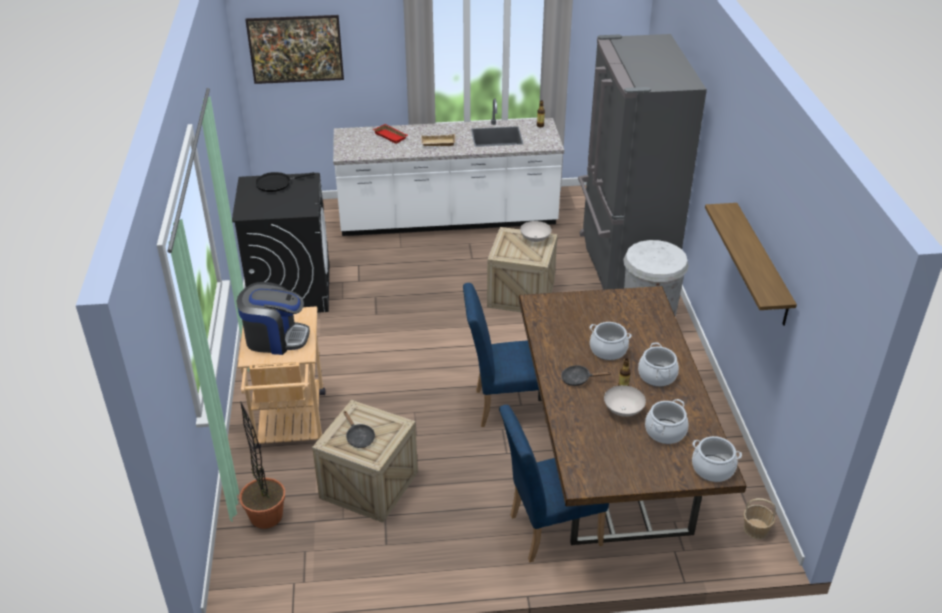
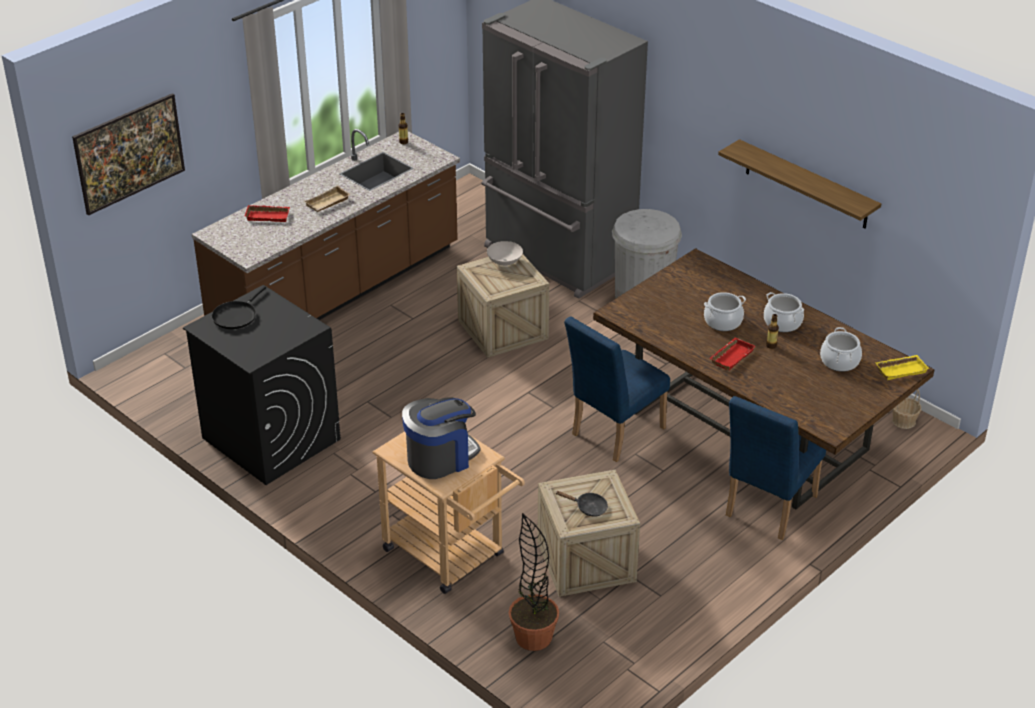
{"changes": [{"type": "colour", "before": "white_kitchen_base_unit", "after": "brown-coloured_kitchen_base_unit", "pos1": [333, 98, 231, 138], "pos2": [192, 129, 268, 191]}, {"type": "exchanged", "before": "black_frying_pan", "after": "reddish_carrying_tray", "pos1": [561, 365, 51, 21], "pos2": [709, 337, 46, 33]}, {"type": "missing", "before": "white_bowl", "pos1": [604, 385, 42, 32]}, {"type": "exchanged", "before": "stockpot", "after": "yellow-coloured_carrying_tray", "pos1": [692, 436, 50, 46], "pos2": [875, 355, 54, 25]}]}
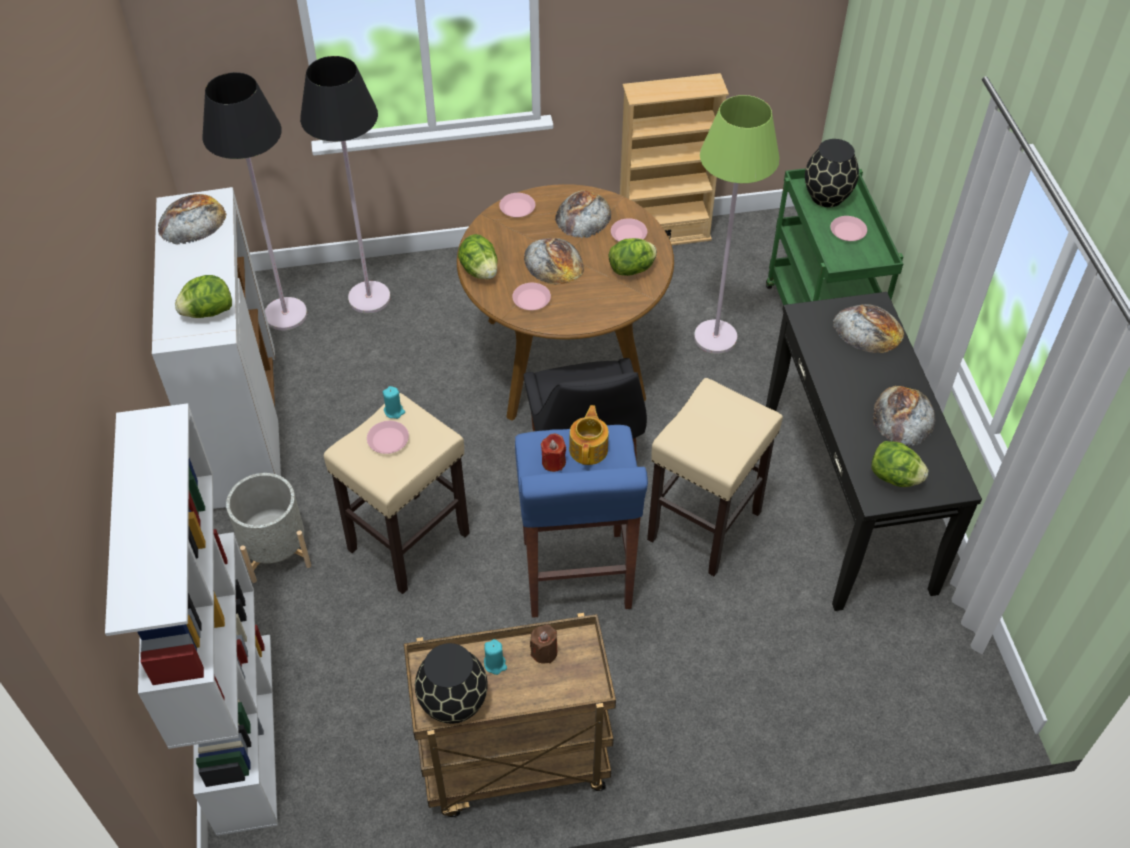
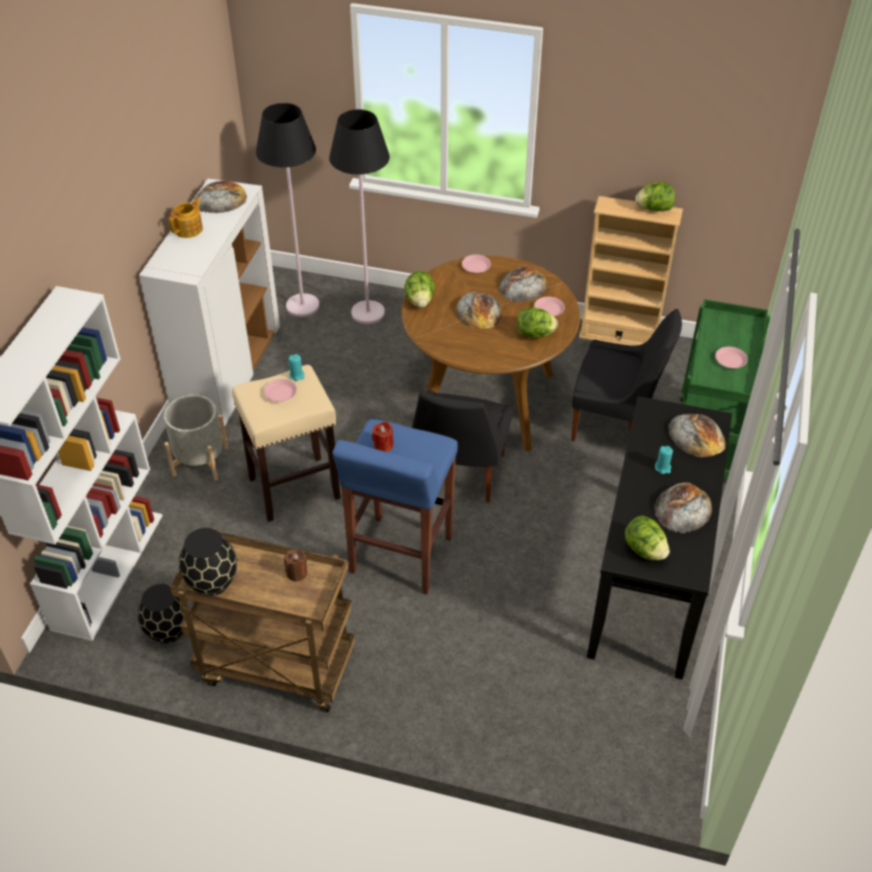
{"changes": [{"type": "exchanged", "before": "green-coloured_standing_lamp", "after": "black_plain_chair", "pos1": [694, 95, 86, 259], "pos2": [571, 309, 111, 132]}, {"type": "relocated", "before": "black_decorative_vase", "pos1": [805, 139, 54, 68], "pos2": [138, 584, 47, 59]}, {"type": "relocated", "before": "lettuce_head", "pos1": [175, 275, 57, 43], "pos2": [635, 182, 40, 29]}, {"type": "missing", "before": "pink-coloured_flat_dish", "pos1": [512, 283, 39, 27]}, {"type": "missing", "before": "beige-coloured_sitting_stool", "pos1": [647, 378, 136, 198]}, {"type": "relocated", "before": "teapot", "pos1": [569, 405, 40, 60], "pos2": [169, 198, 34, 40]}, {"type": "relocated", "before": "turquoise_candle", "pos1": [484, 639, 23, 36], "pos2": [655, 446, 18, 28]}]}
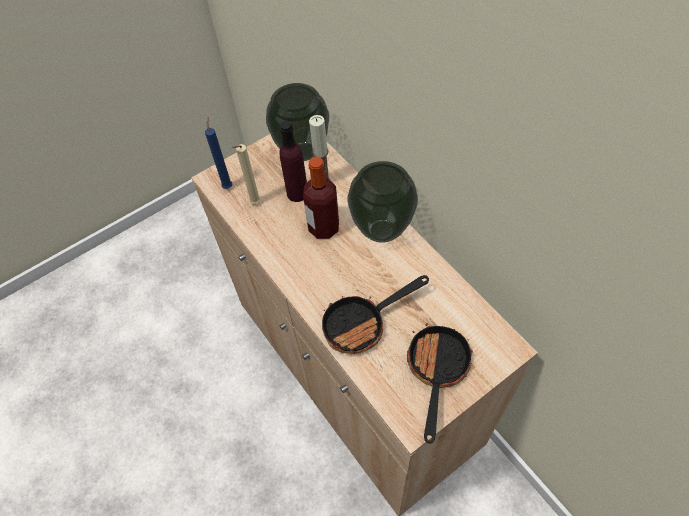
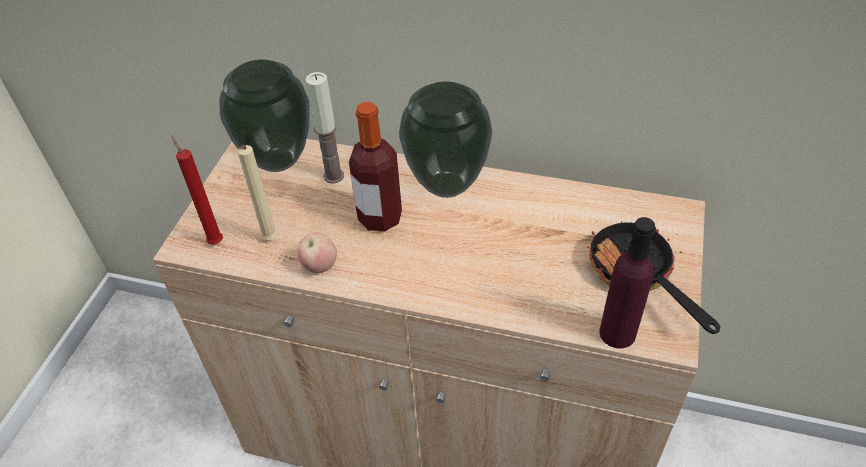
{"changes": [{"type": "colour", "before": "blue-coloured_candle", "after": "reddish_candle", "pos1": [205, 117, 27, 72], "pos2": [171, 135, 52, 109]}, {"type": "relocated", "before": "purple_drink_bottle", "pos1": [280, 121, 27, 81], "pos2": [599, 217, 57, 132]}, {"type": "missing", "before": "frying_pan", "pos1": [322, 275, 107, 79]}, {"type": "appeared", "after": "apple", "pos2": [297, 233, 40, 40]}]}
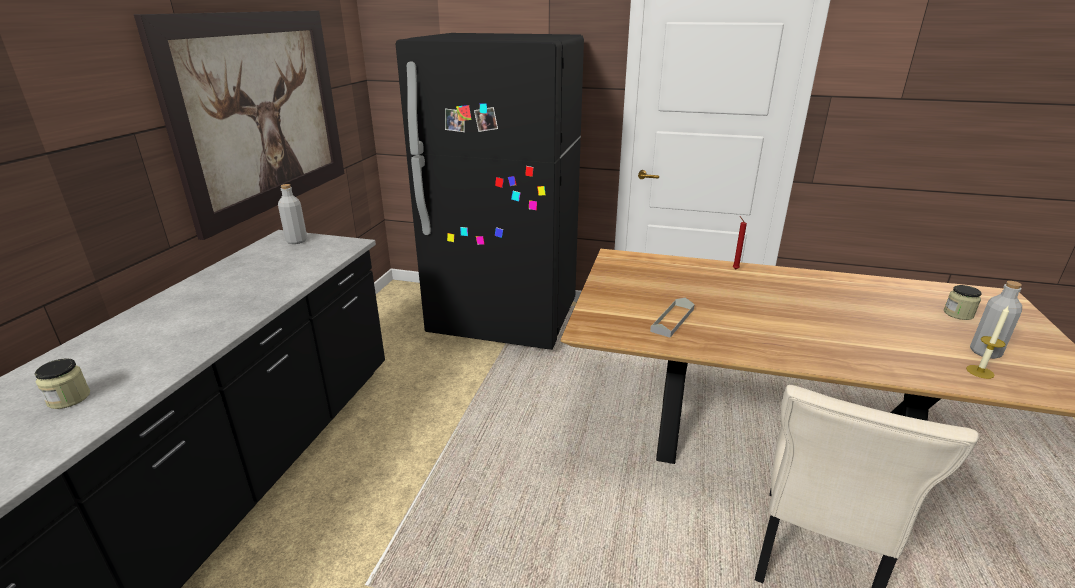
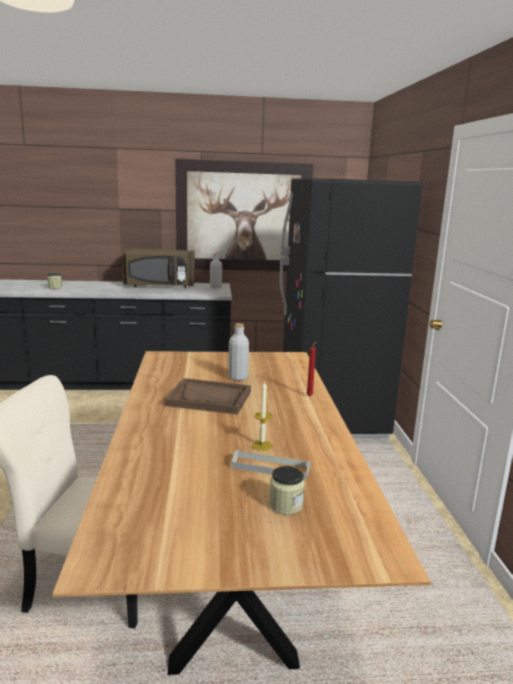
{"changes": [{"type": "relocated", "before": "greyish_drink_bottle", "pos1": [970, 281, 52, 78], "pos2": [228, 323, 21, 58]}, {"type": "relocated", "before": "greyish_carrying_tray", "pos1": [650, 298, 44, 39], "pos2": [231, 450, 79, 30]}, {"type": "relocated", "before": "candle", "pos1": [966, 306, 43, 73], "pos2": [252, 382, 21, 69]}, {"type": "appeared", "after": "brown-coloured_microwave_oven", "pos2": [122, 249, 73, 39]}, {"type": "appeared", "after": "brown-coloured_carrying_tray", "pos2": [164, 378, 87, 37]}]}
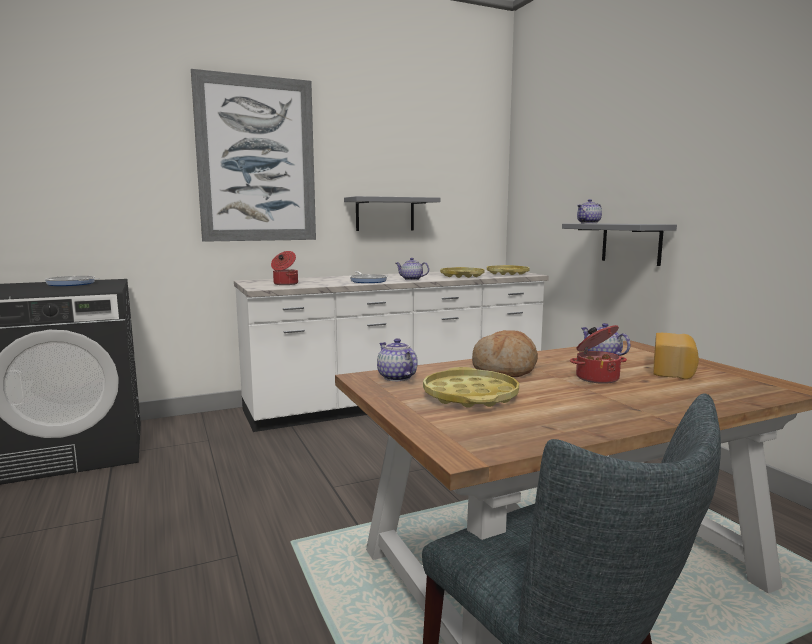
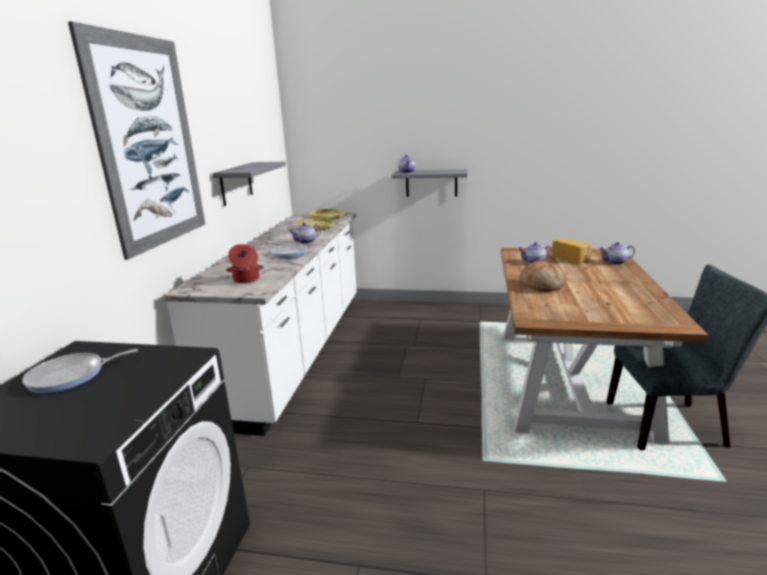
{"changes": [{"type": "missing", "before": "stockpot", "pos1": [570, 325, 57, 59]}, {"type": "relocated", "before": "teapot", "pos1": [377, 338, 41, 43], "pos2": [599, 242, 36, 23]}, {"type": "missing", "before": "yellow-coloured_carrying_tray", "pos1": [423, 367, 96, 41]}]}
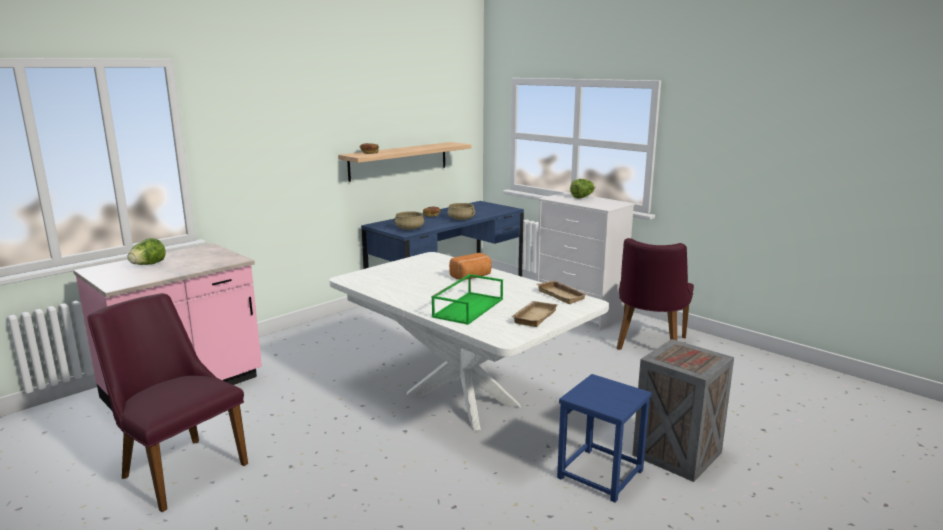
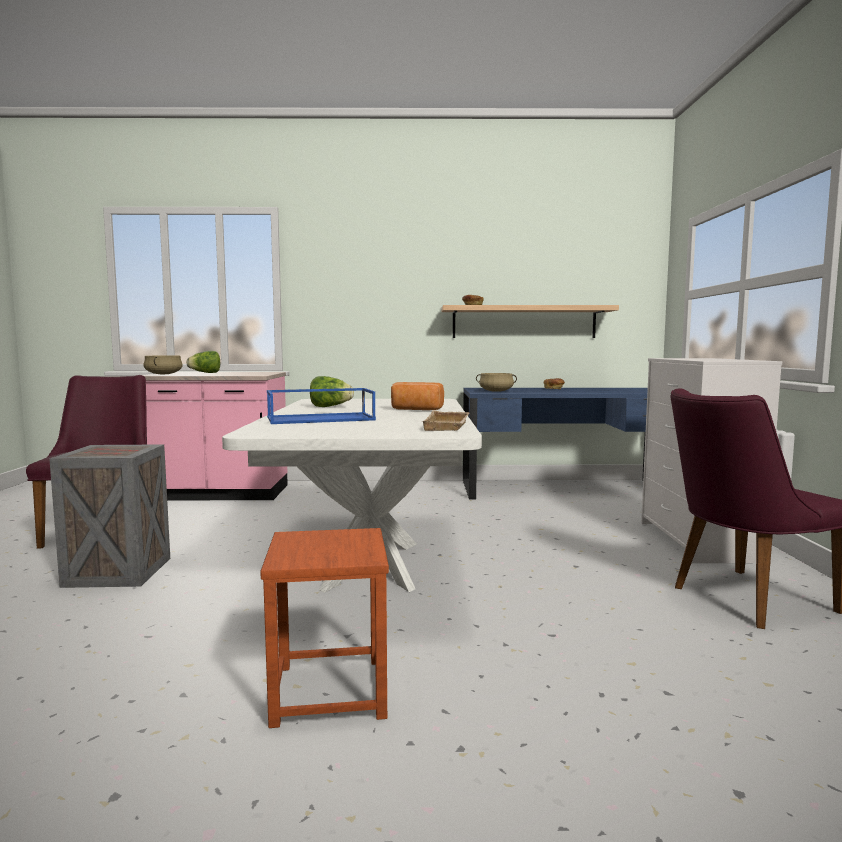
{"changes": [{"type": "relocated", "before": "lettuce_head", "pos1": [570, 179, 25, 19], "pos2": [310, 376, 44, 31]}, {"type": "relocated", "before": "beige-coloured_stockpot", "pos1": [448, 203, 27, 17], "pos2": [144, 355, 39, 20]}, {"type": "colour", "before": "green-coloured_carrying_tray", "after": "blue-coloured_carrying_tray", "pos1": [432, 274, 71, 51], "pos2": [267, 388, 109, 36]}, {"type": "missing", "before": "beige-coloured_carrying_tray", "pos1": [511, 301, 47, 26]}, {"type": "relocated", "before": "packing_crate", "pos1": [632, 339, 102, 143], "pos2": [49, 444, 121, 144]}, {"type": "colour", "before": "blue-coloured_sitting_stool", "after": "brown-coloured_sitting_stool", "pos1": [557, 374, 95, 128], "pos2": [260, 528, 129, 200]}]}
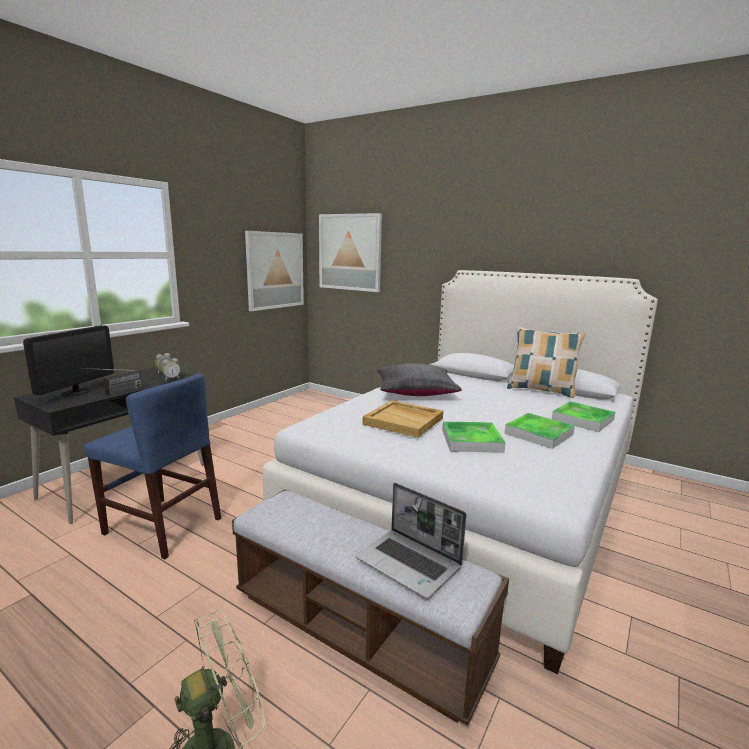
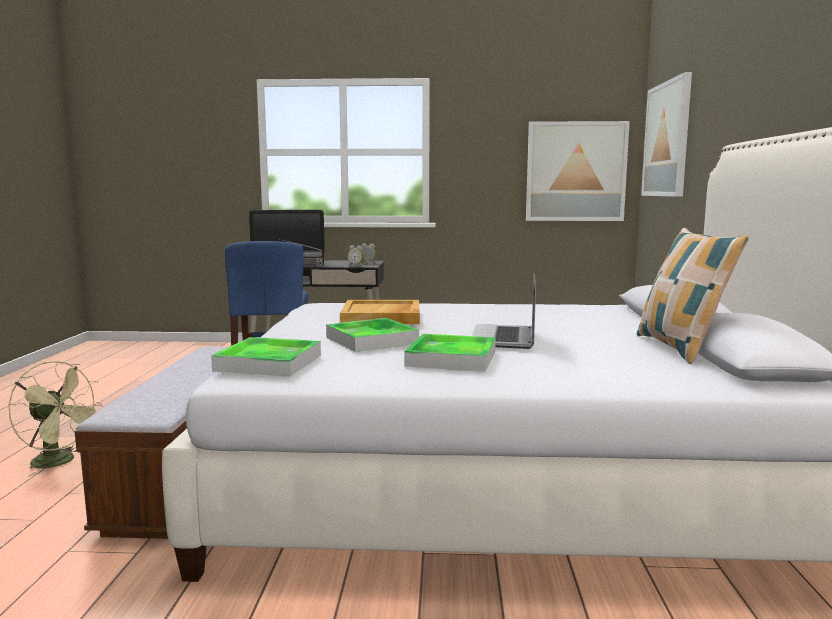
{"changes": [{"type": "missing", "before": "black_pillow", "pos1": [376, 363, 86, 33]}, {"type": "relocated", "before": "carrying_tray", "pos1": [552, 401, 63, 31], "pos2": [211, 337, 110, 40]}, {"type": "relocated", "before": "portable_computer", "pos1": [356, 483, 110, 116], "pos2": [472, 274, 64, 75]}]}
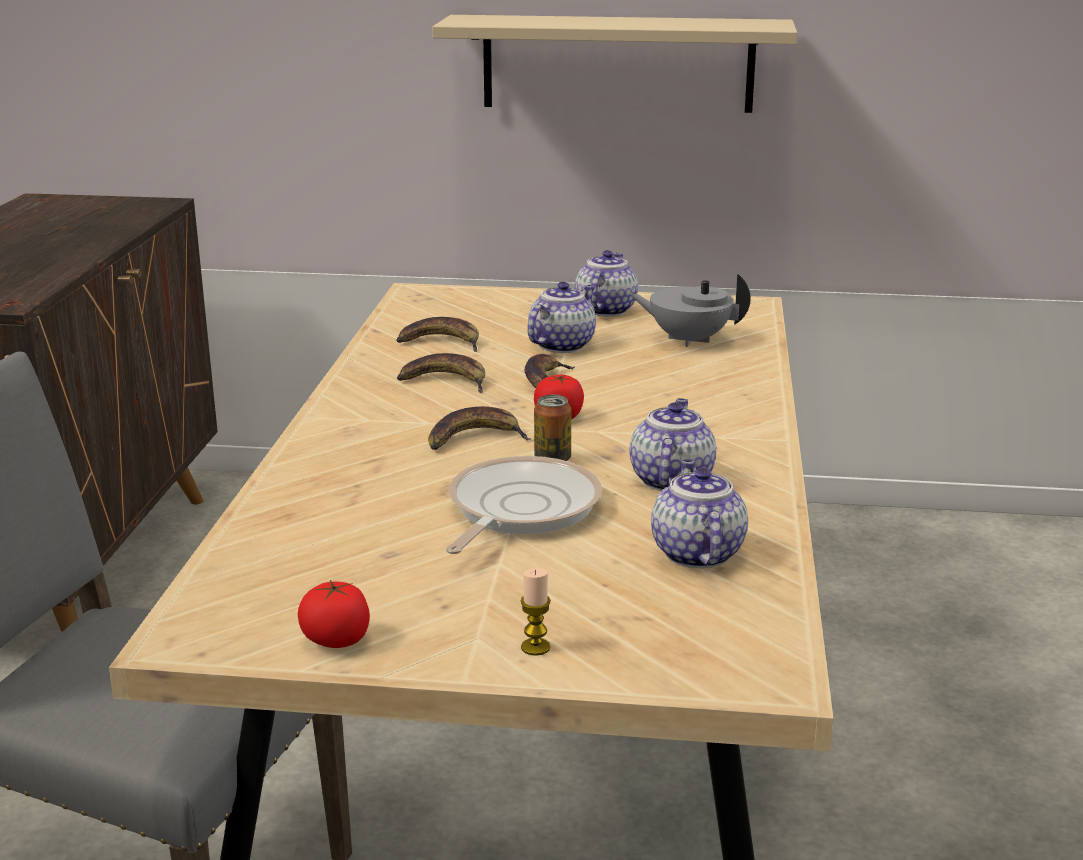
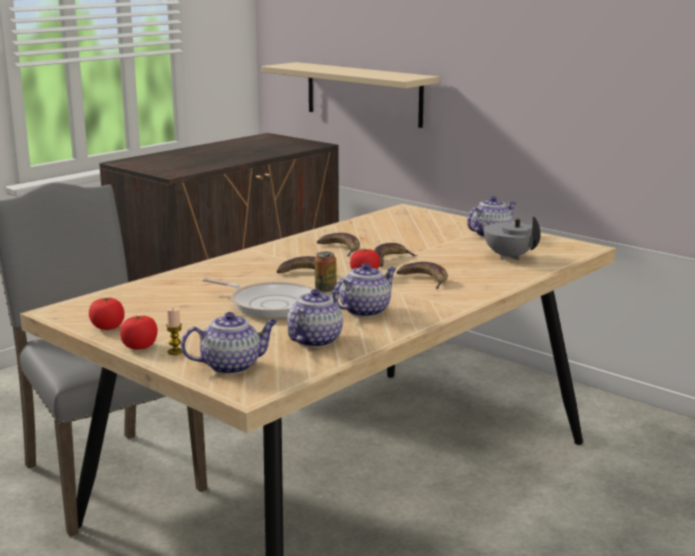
{"changes": [{"type": "relocated", "before": "beige-coloured_wall_shelf", "pos1": [432, 15, 365, 98], "pos2": [261, 62, 179, 66]}, {"type": "relocated", "before": "teapot", "pos1": [527, 282, 69, 71], "pos2": [181, 312, 96, 62]}, {"type": "relocated", "before": "banana_fruit", "pos1": [396, 317, 83, 35], "pos2": [396, 262, 52, 27]}, {"type": "spun", "before": "frying_pan", "pos1": [445, 456, 157, 98], "pos2": [202, 278, 111, 40], "turn": 60}, {"type": "appeared", "after": "whole_tomato", "pos2": [120, 316, 38, 34]}]}
